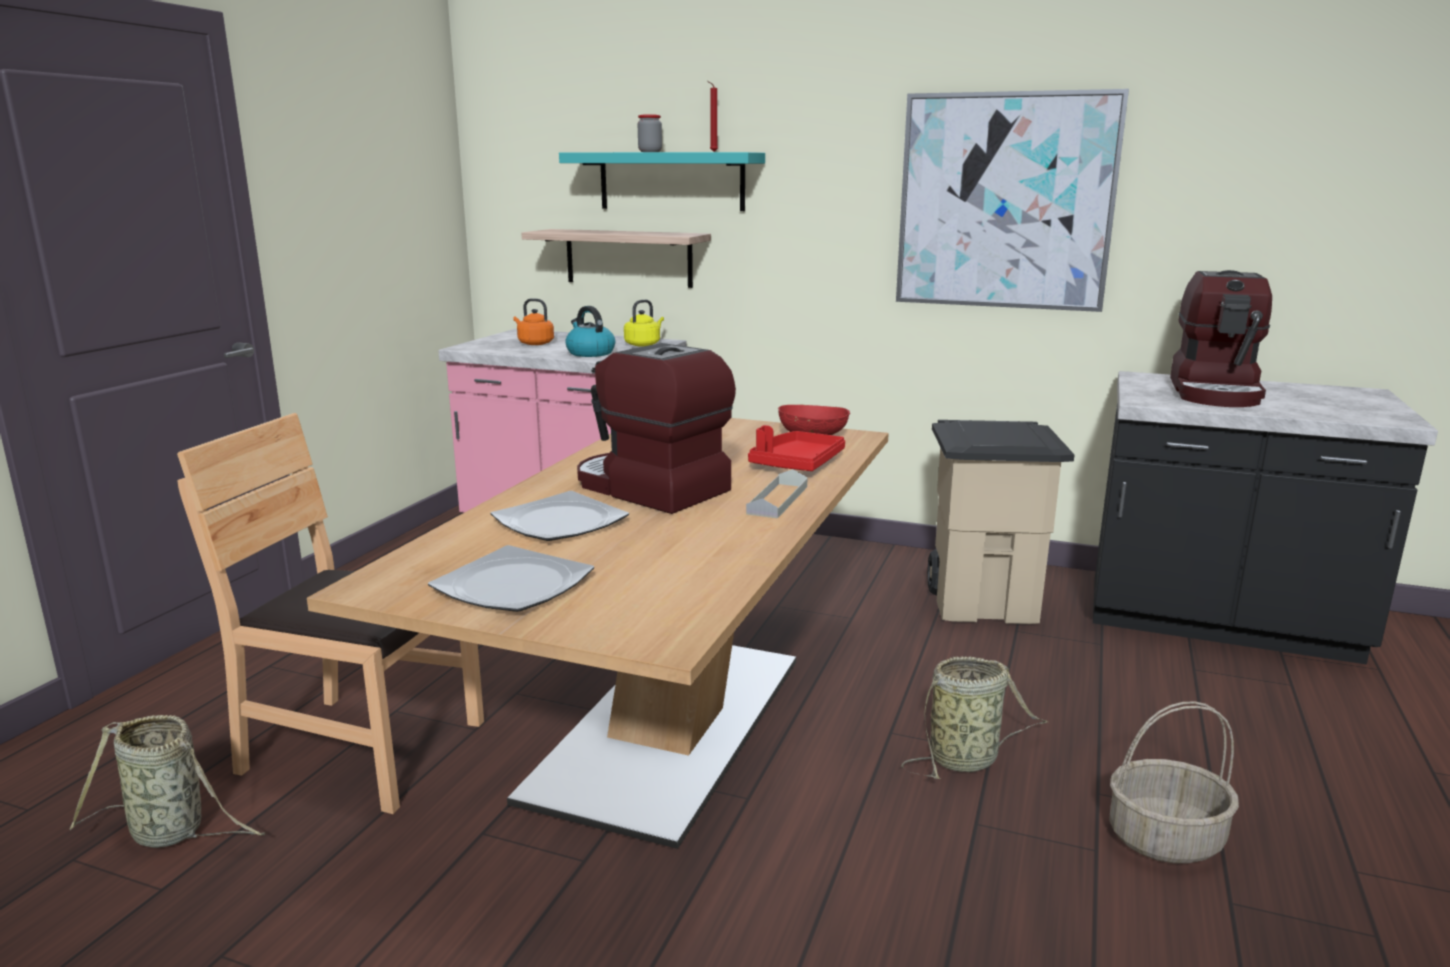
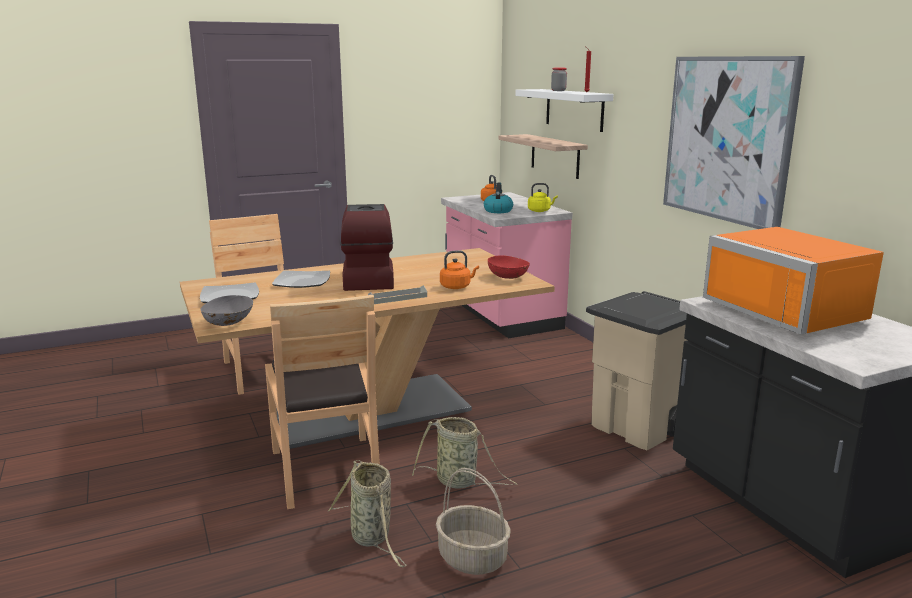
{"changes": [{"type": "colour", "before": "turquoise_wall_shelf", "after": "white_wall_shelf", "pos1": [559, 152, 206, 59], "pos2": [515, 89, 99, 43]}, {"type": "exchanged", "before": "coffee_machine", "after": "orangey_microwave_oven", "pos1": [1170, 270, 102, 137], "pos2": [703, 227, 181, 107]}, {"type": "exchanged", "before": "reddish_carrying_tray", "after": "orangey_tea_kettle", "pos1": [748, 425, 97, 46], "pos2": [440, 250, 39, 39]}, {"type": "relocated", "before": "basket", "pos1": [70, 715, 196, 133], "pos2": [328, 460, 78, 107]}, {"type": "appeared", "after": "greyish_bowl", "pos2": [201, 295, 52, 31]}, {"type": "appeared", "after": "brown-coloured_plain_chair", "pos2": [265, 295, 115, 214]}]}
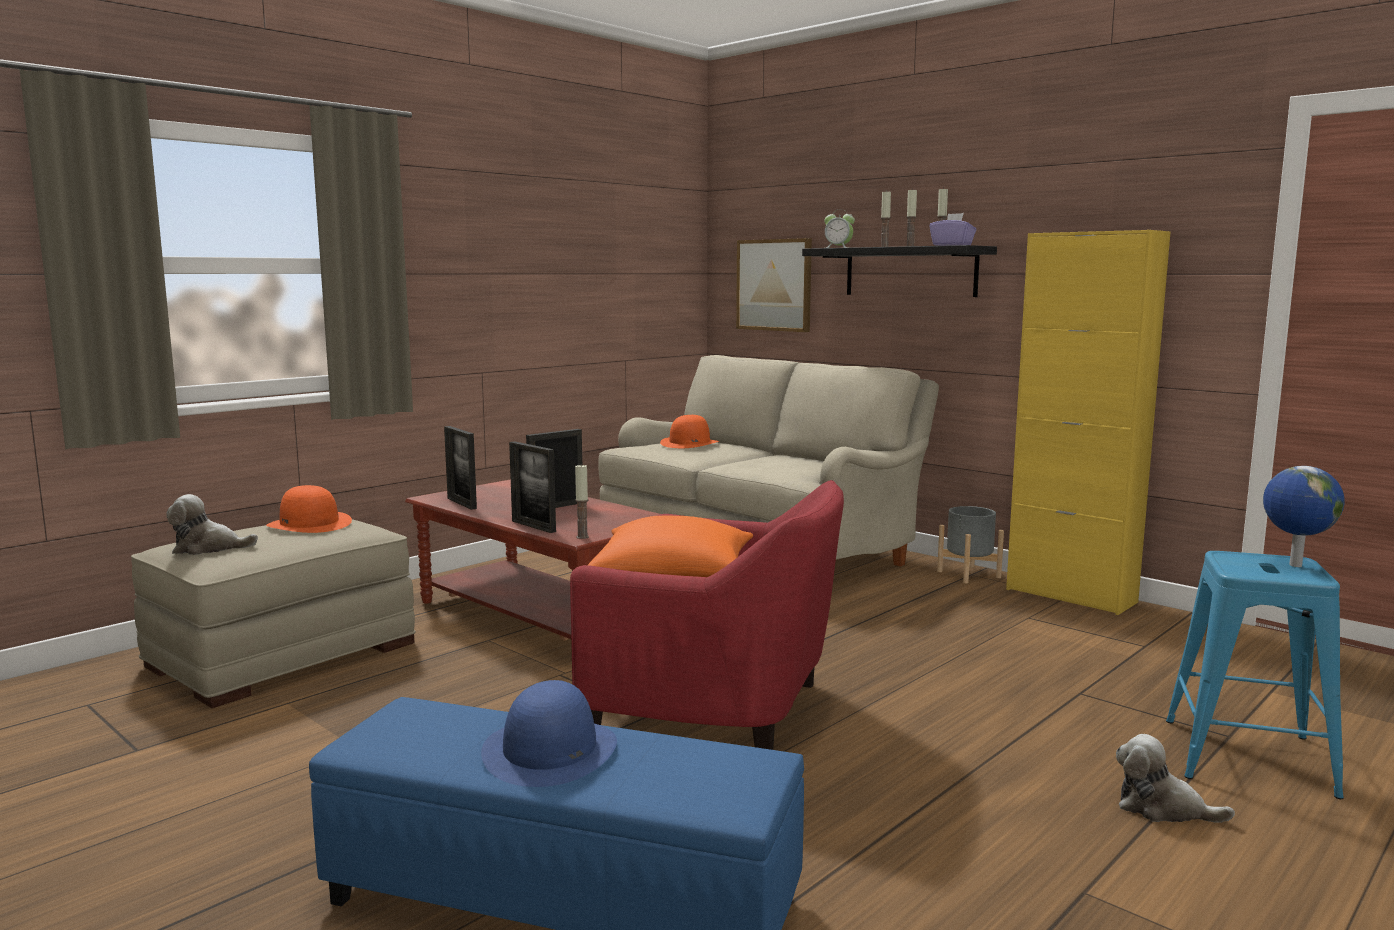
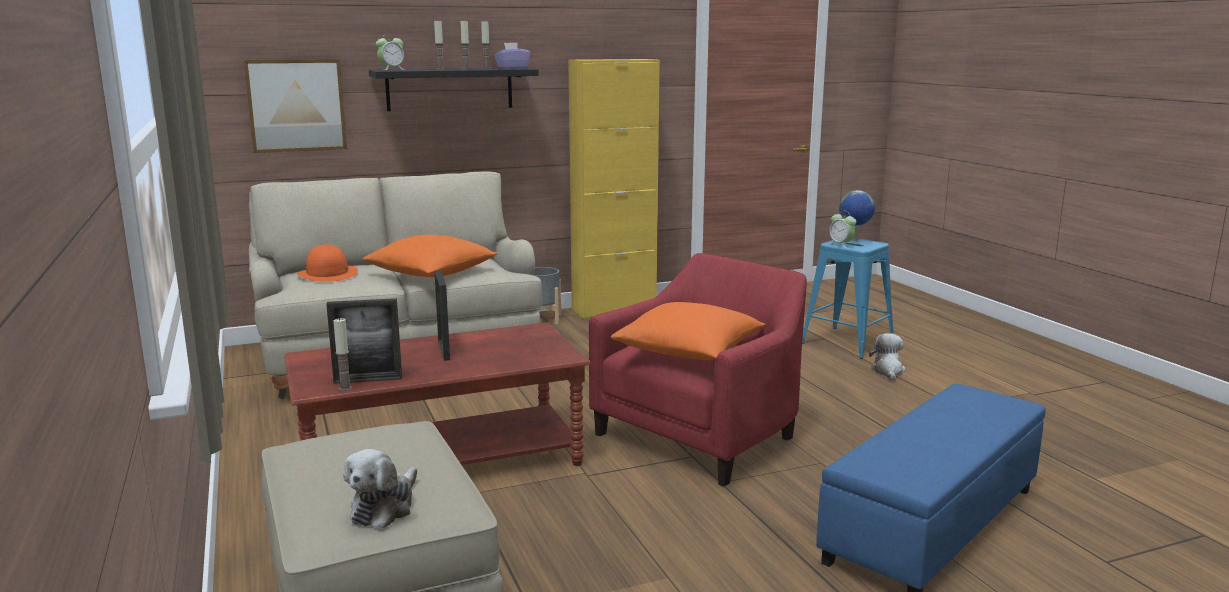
{"changes": [{"type": "missing", "before": "standing_frame", "pos1": [509, 441, 47, 92]}, {"type": "relocated", "before": "candle", "pos1": [575, 465, 14, 74], "pos2": [333, 318, 19, 73]}, {"type": "missing", "before": "orangey_hat", "pos1": [266, 485, 86, 48]}, {"type": "missing", "before": "blue-coloured_hat", "pos1": [481, 680, 136, 107]}, {"type": "spun", "before": "plush_toy", "pos1": [1116, 734, 119, 89], "pos2": [869, 333, 37, 48], "turn": 135}, {"type": "appeared", "after": "alarm_clock", "pos2": [829, 211, 27, 37]}, {"type": "appeared", "after": "orangey_pillow", "pos2": [362, 235, 135, 42]}]}
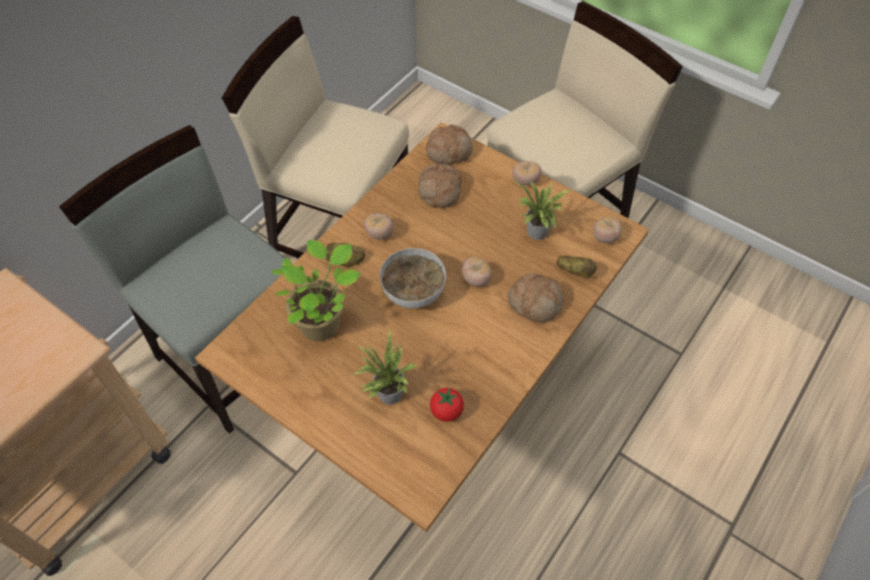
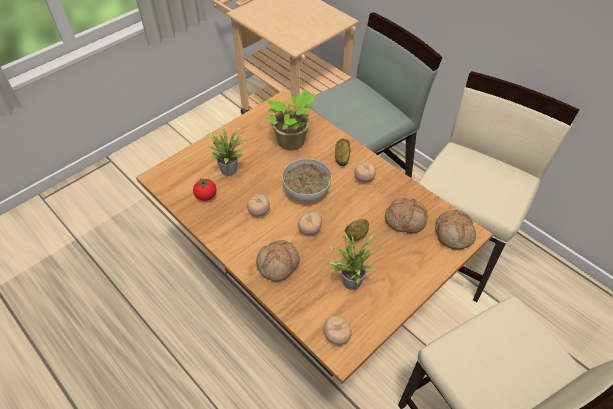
{"changes": [{"type": "relocated", "before": "whole_tomato", "pos1": [512, 161, 30, 25], "pos2": [247, 194, 23, 23]}, {"type": "relocated", "before": "spud", "pos1": [557, 256, 40, 22], "pos2": [345, 219, 24, 22]}]}
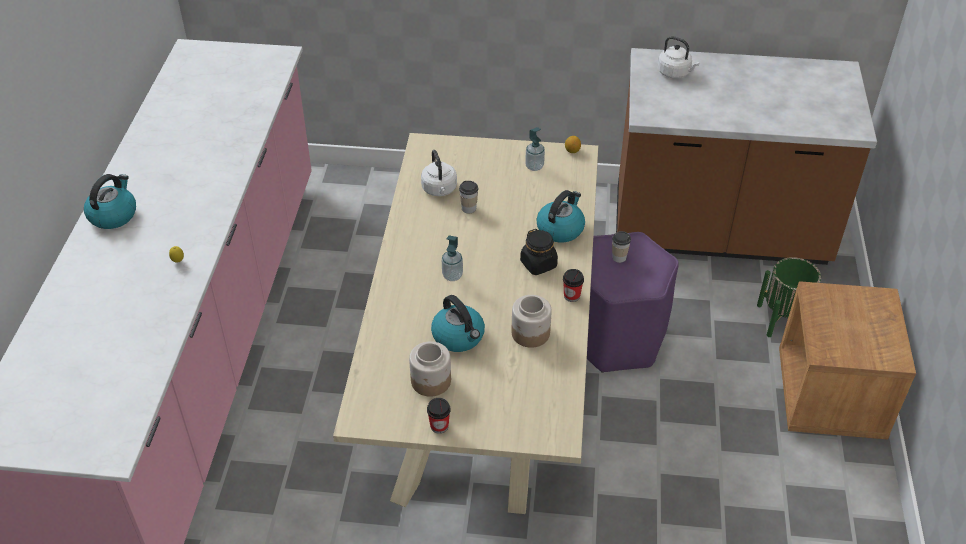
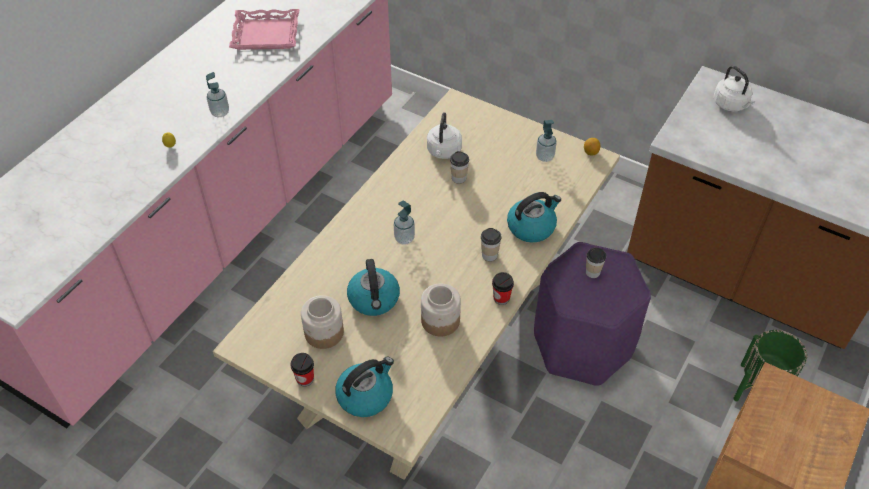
{"changes": [{"type": "relocated", "before": "tea_kettle", "pos1": [84, 174, 52, 55], "pos2": [335, 357, 59, 60]}, {"type": "exchanged", "before": "black_storage_jar", "after": "small_cup", "pos1": [520, 229, 38, 46], "pos2": [481, 228, 20, 33]}, {"type": "appeared", "after": "pink-coloured_carrying_tray", "pos2": [229, 9, 71, 41]}, {"type": "appeared", "after": "soap_bottle", "pos2": [206, 72, 23, 45]}]}
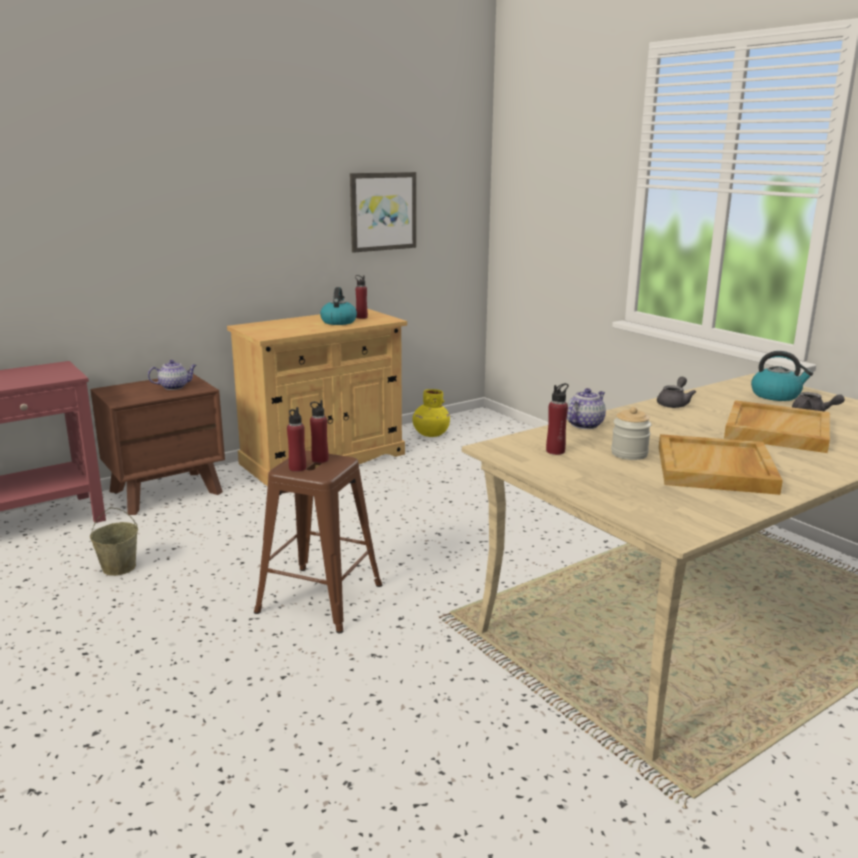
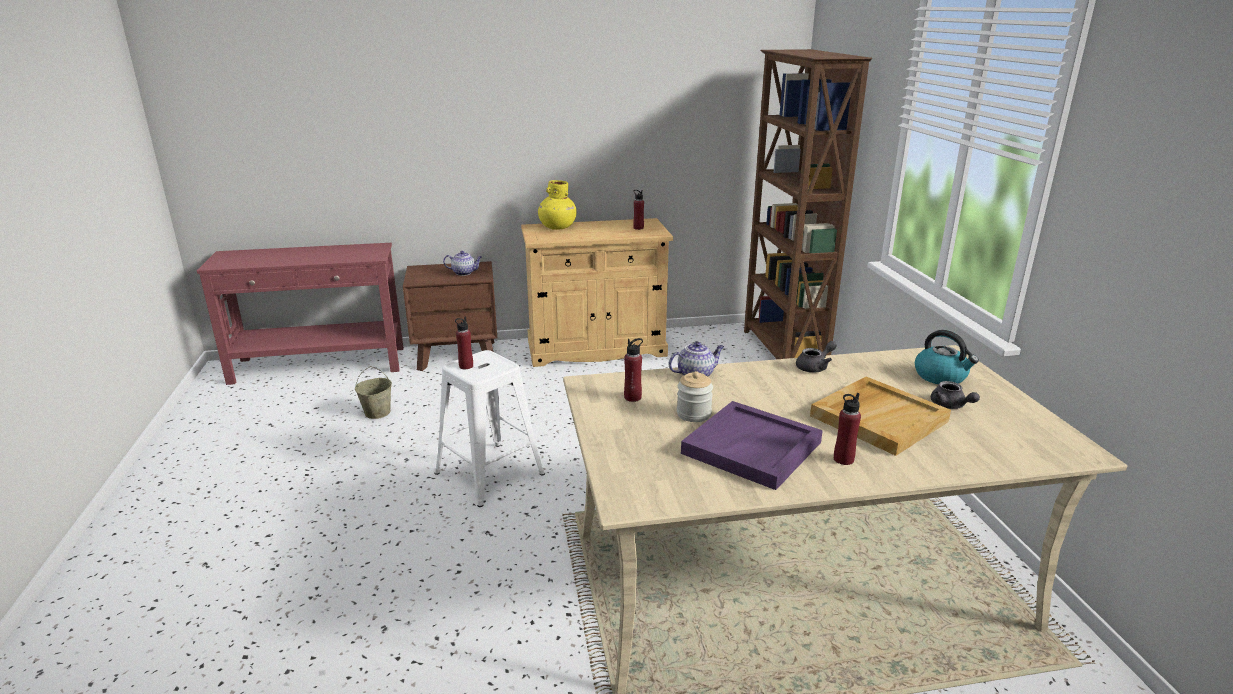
{"changes": [{"type": "missing", "before": "picture", "pos1": [350, 172, 66, 81]}, {"type": "missing", "before": "tea_kettle", "pos1": [320, 287, 37, 38]}, {"type": "relocated", "before": "yellow-coloured_decorative_vase", "pos1": [412, 389, 38, 48], "pos2": [538, 180, 38, 50]}, {"type": "relocated", "before": "reddish_drink_bottle", "pos1": [310, 400, 19, 63], "pos2": [834, 393, 27, 72]}, {"type": "colour", "before": "beige-coloured_carrying_tray", "after": "purple_carrying_tray", "pos1": [659, 434, 124, 61], "pos2": [681, 401, 142, 89]}, {"type": "colour", "before": "brown-coloured_sitting_stool", "after": "white_sitting_stool", "pos1": [254, 450, 128, 183], "pos2": [434, 350, 111, 157]}, {"type": "appeared", "after": "brown-coloured_bookcase", "pos2": [744, 49, 128, 310]}]}
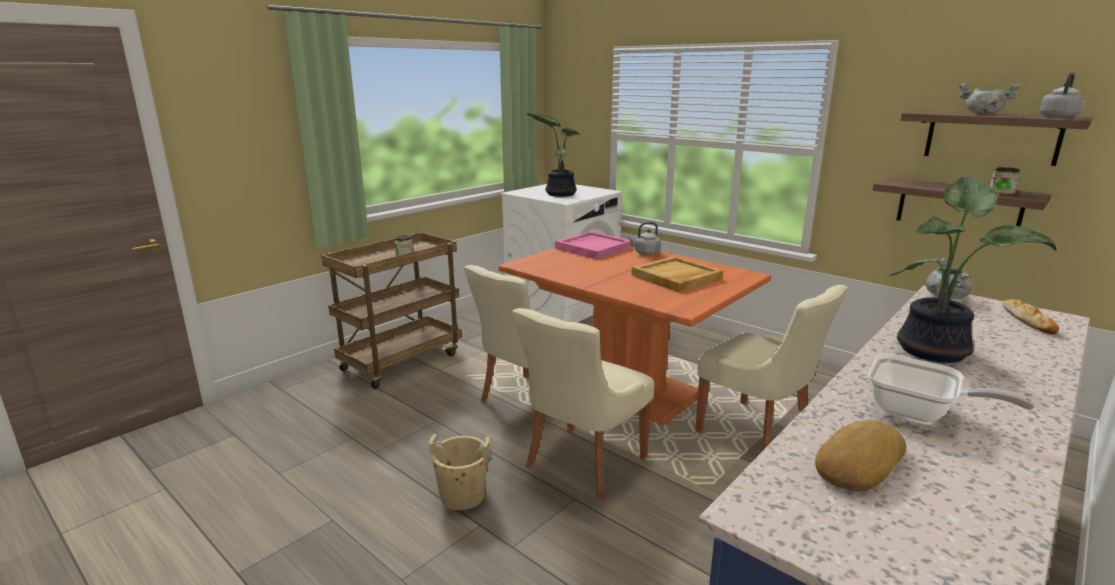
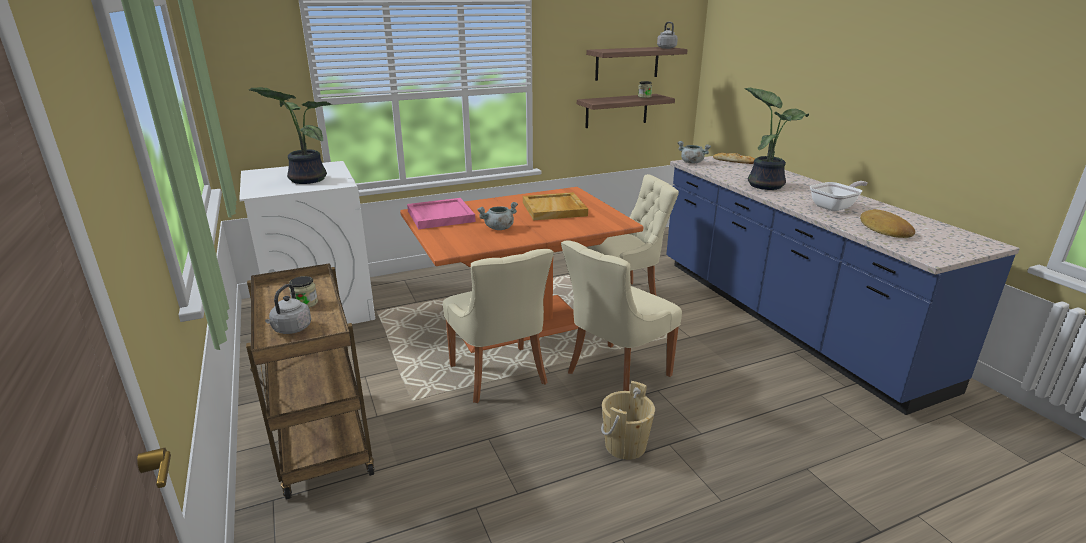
{"changes": [{"type": "relocated", "before": "greyish_stockpot", "pos1": [959, 83, 61, 31], "pos2": [477, 202, 41, 28]}, {"type": "relocated", "before": "greyish_tea_kettle", "pos1": [628, 222, 33, 33], "pos2": [265, 284, 46, 50]}, {"type": "spun", "before": "beige-coloured_plain_chair", "pos1": [512, 308, 142, 192], "pos2": [561, 240, 121, 151], "turn": 75}]}
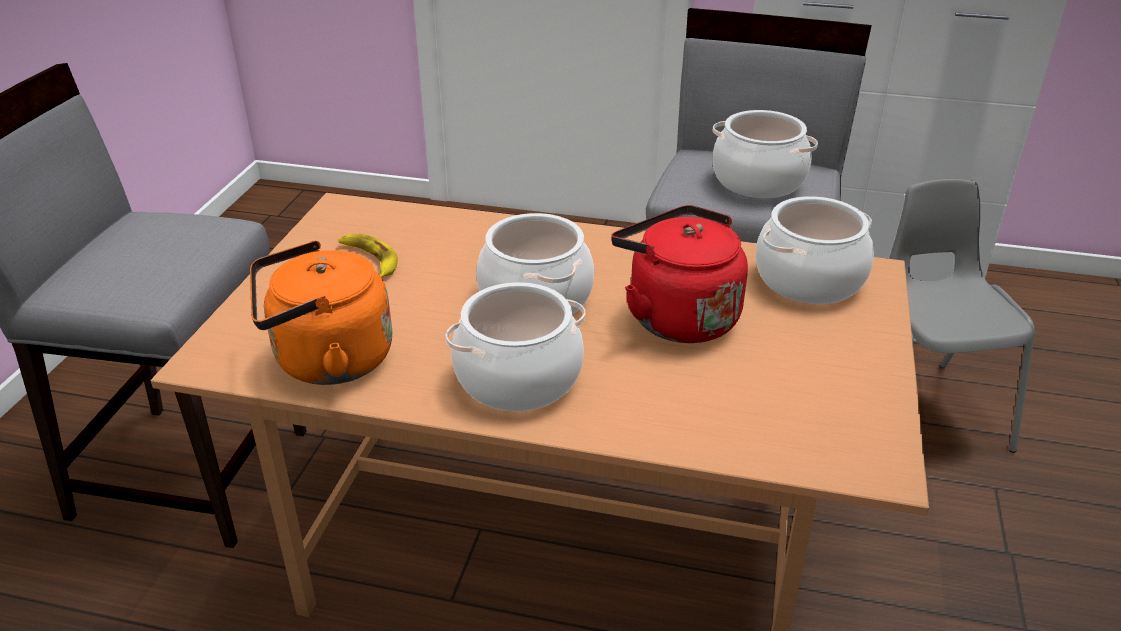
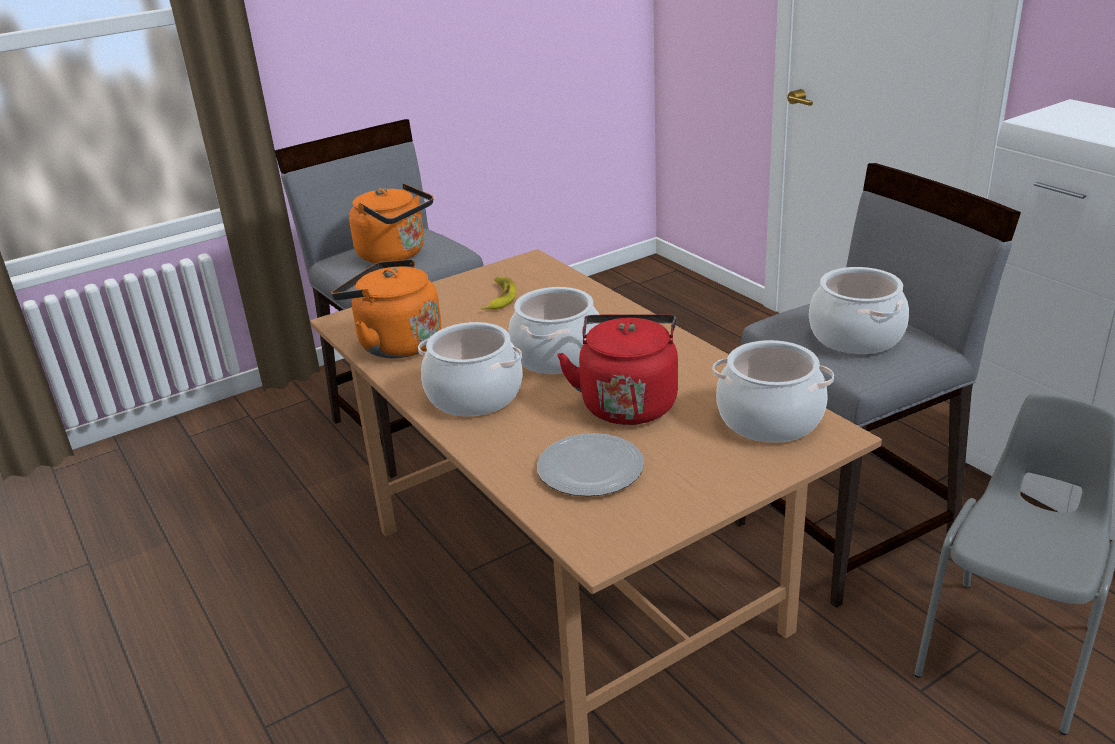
{"changes": [{"type": "appeared", "after": "orangey_tea_kettle", "pos2": [349, 183, 84, 80]}, {"type": "appeared", "after": "flat_dish", "pos2": [537, 433, 107, 63]}]}
